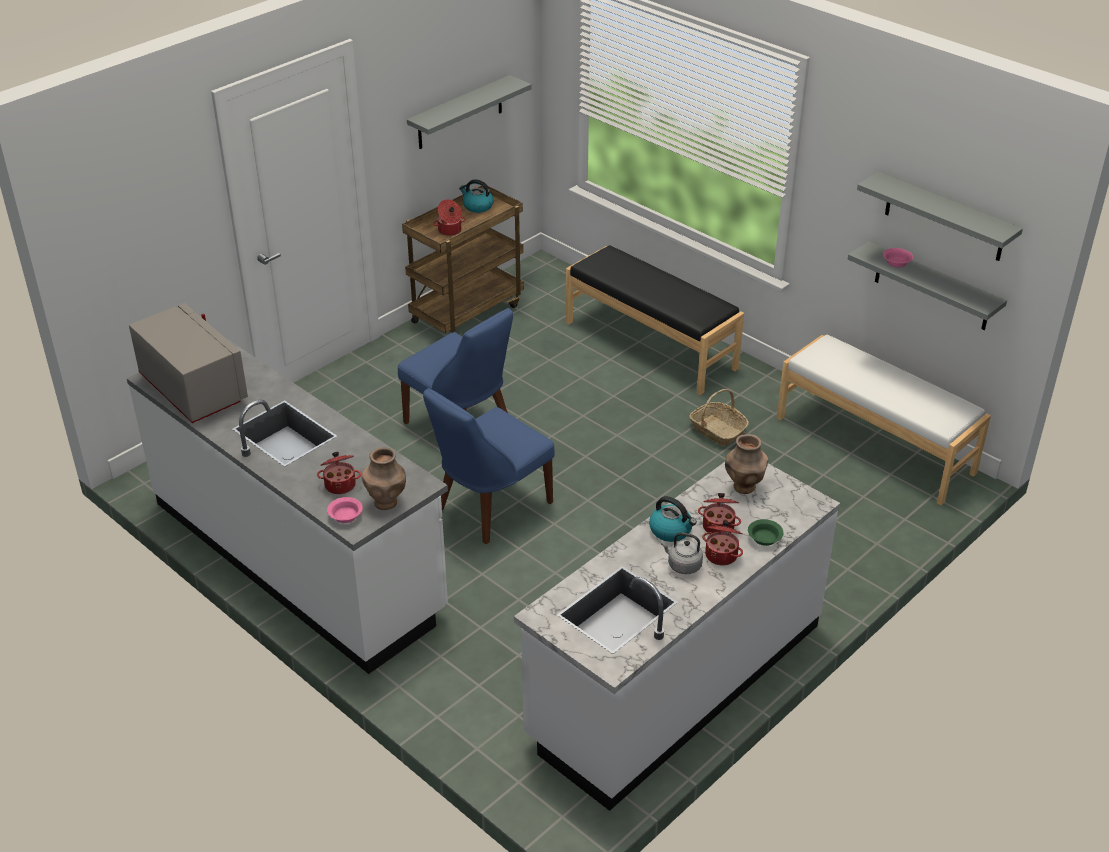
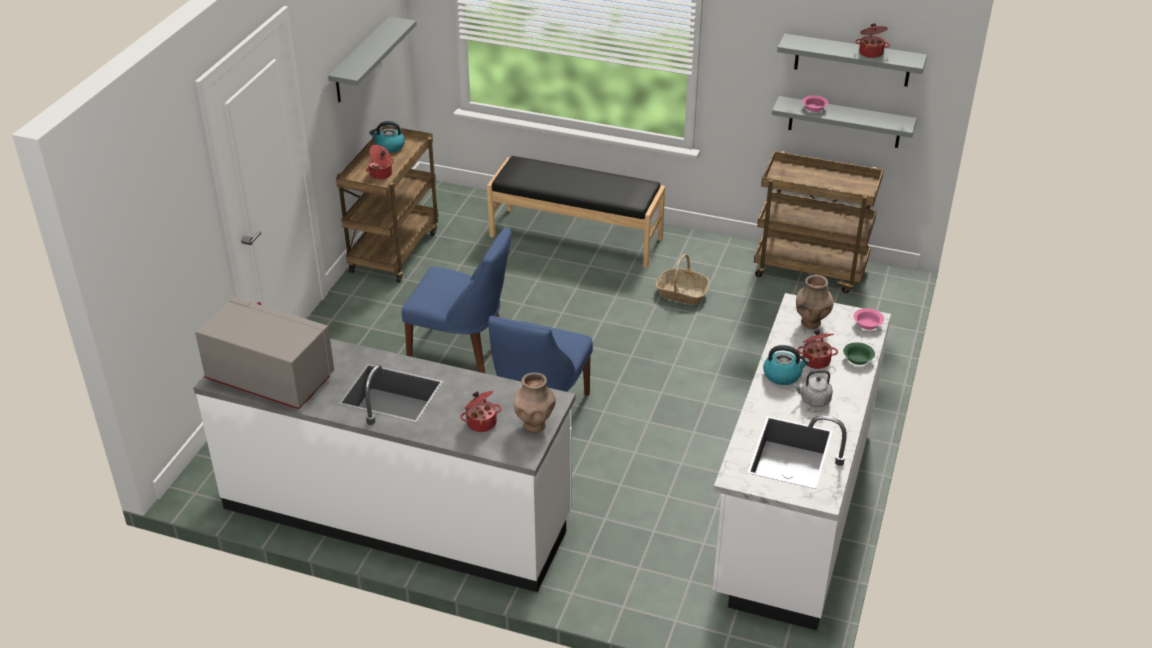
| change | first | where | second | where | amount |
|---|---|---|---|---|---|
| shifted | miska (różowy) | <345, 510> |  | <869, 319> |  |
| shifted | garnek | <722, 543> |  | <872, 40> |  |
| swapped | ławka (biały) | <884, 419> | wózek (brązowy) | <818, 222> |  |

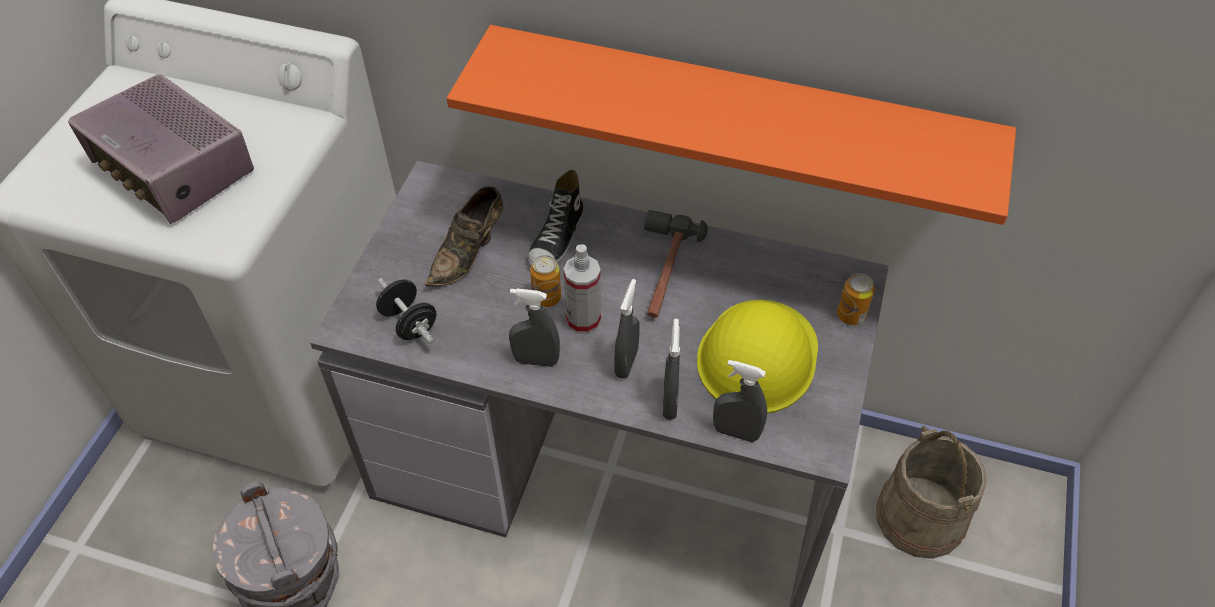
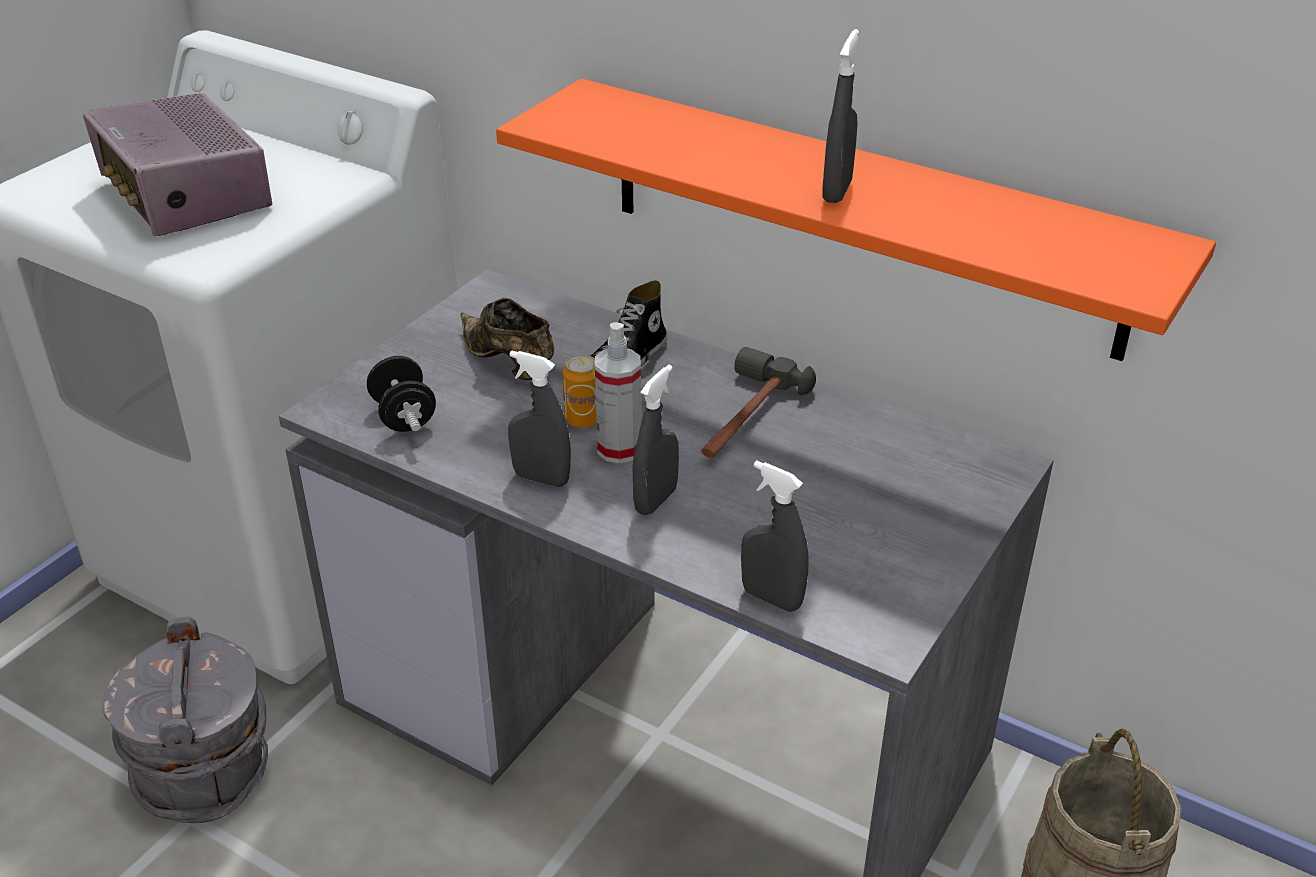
| change | first | where | second | where | amount |
|---|---|---|---|---|---|
| rotated | but (brązowy) | <464, 236> |  | <507, 339> | 90 degrees clockwise |
| shifted | spryskiwacz (szary) | <671, 369> |  | <840, 116> |  |
| gone | kask (żółty) | <757, 356> |  |  |  |
| gone | puszka | <856, 299> |  |  |  |

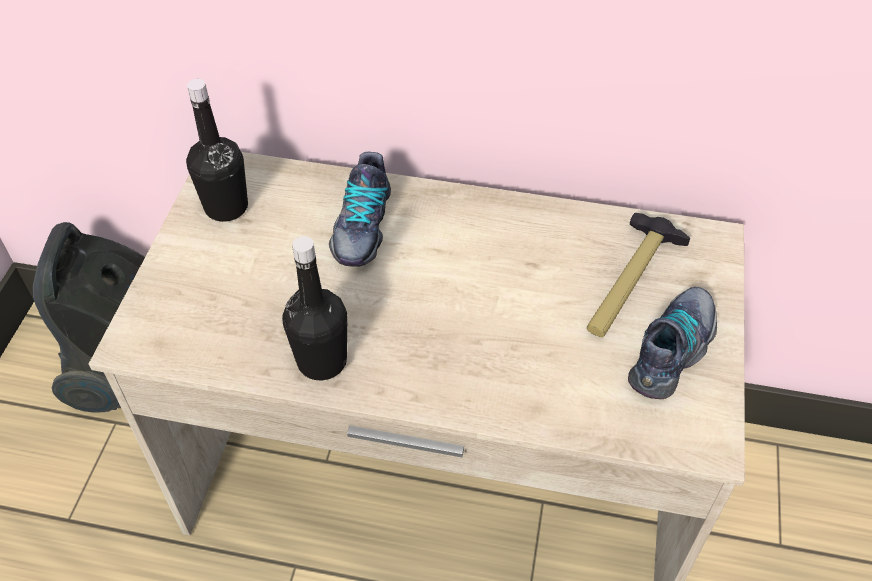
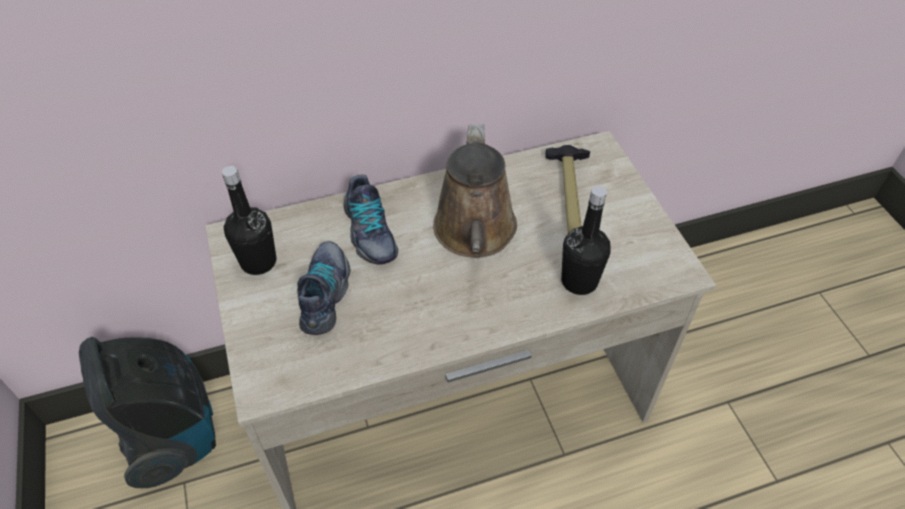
| change | first | where | second | where | amount |
|---|---|---|---|---|---|
| shifted | butelka (czarny) | <314, 308> |  | <586, 240> |  |
| shifted | but | <672, 343> |  | <324, 288> |  |
| new |  |  | konewka (brązowy) | <475, 191> |  |

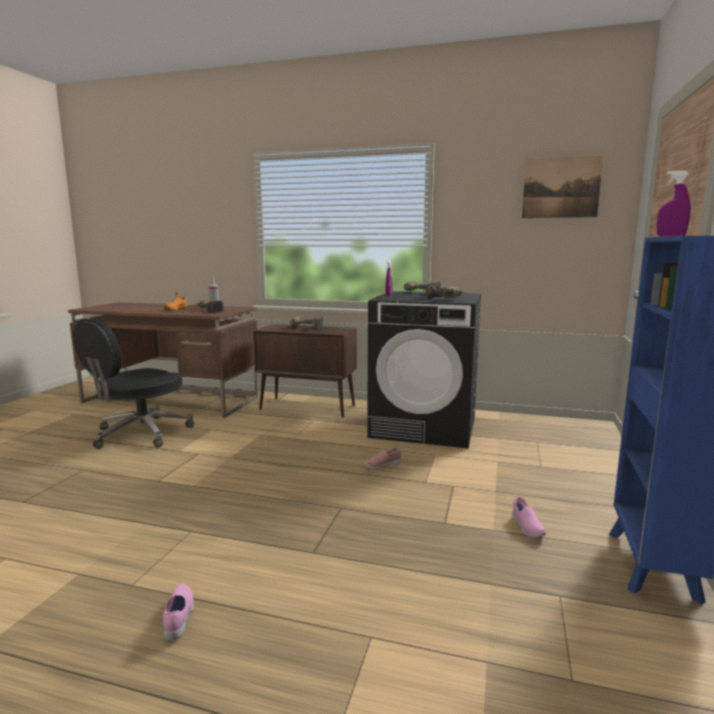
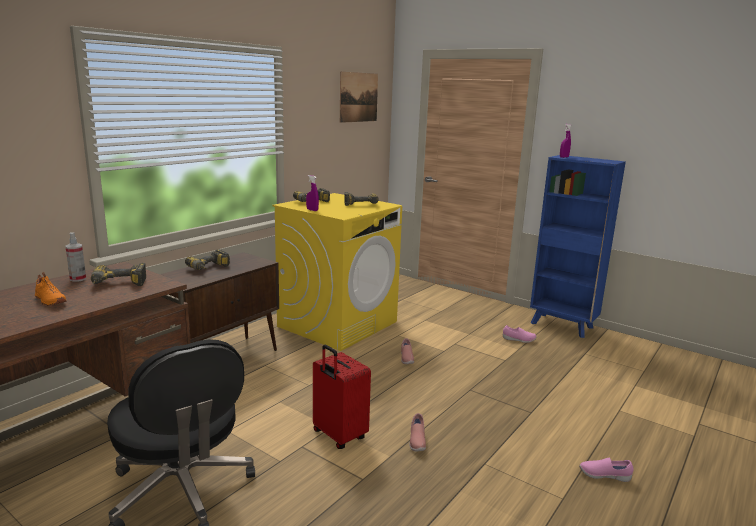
| change | first | where | second | where | amount |
|---|---|---|---|---|---|
| repainted | pralka (czarny) | <424, 369> | pralka (żółty) | <337, 272> |  |
| new |  |  | walizka (czerwony) | <342, 397> |  |
| new |  |  | but (różowy) | <417, 432> |  |

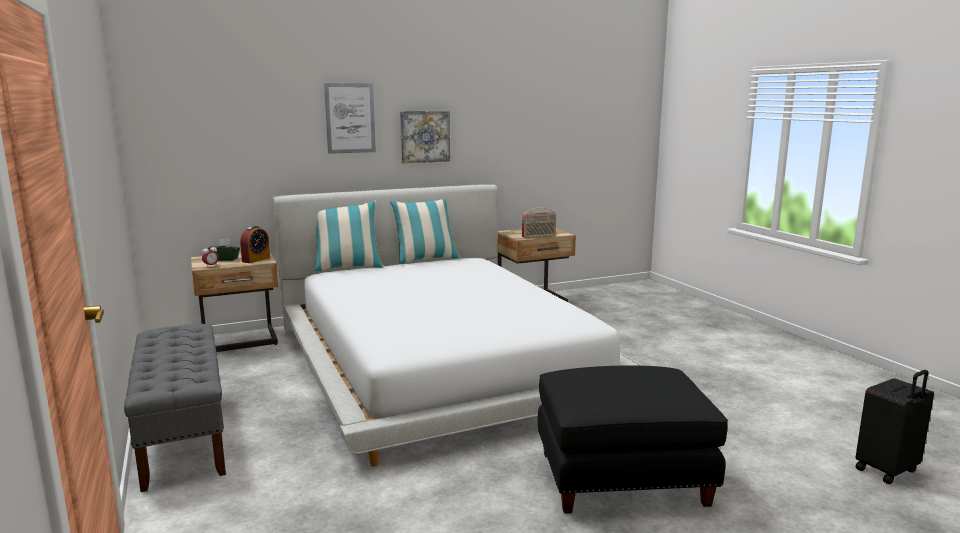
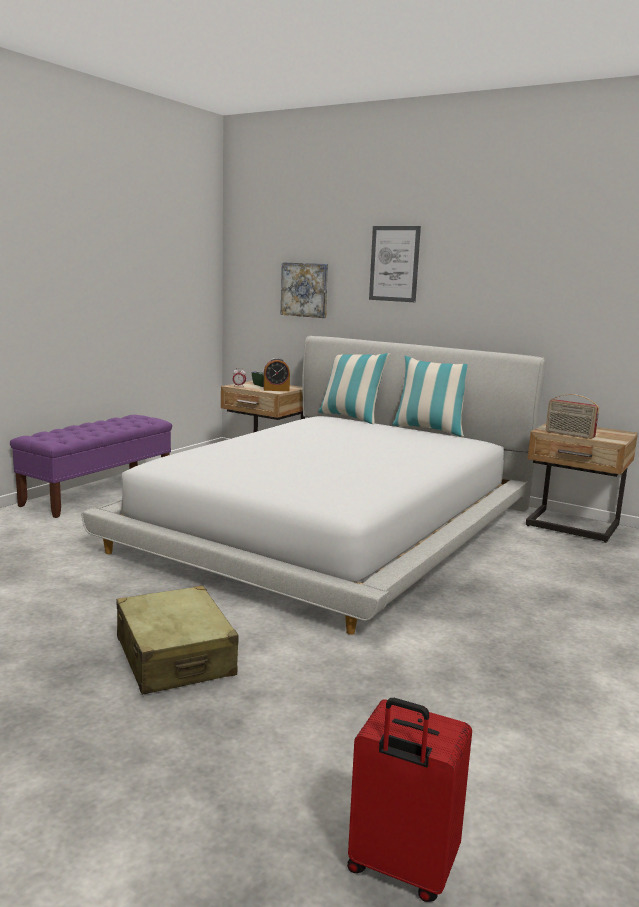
| change | first | where | second | where | amount |
|---|---|---|---|---|---|
| repainted | ławka (szary) | <175, 408> | ławka (fioletowy) | <91, 466> |  |
| shifted | obraz | <425, 137> |  | <304, 290> |  |
| swapped | pufa (czarny) | <633, 439> | walizka (beżowy) | <177, 640> |  |
| repainted | walizka (czarny) | <894, 427> | walizka (czerwony) | <409, 800> |  |

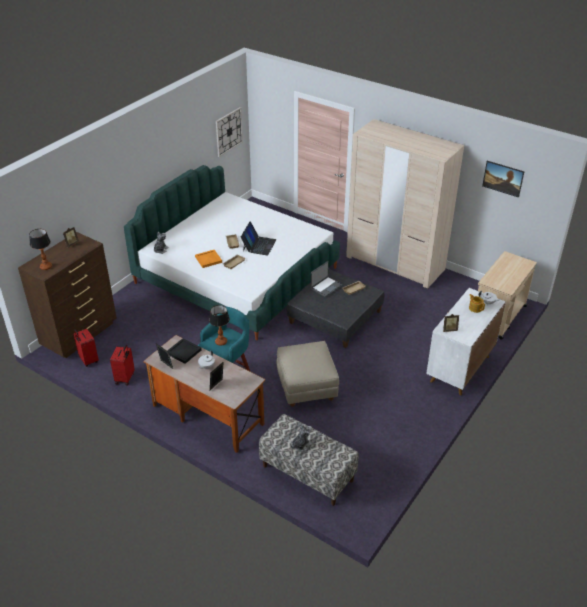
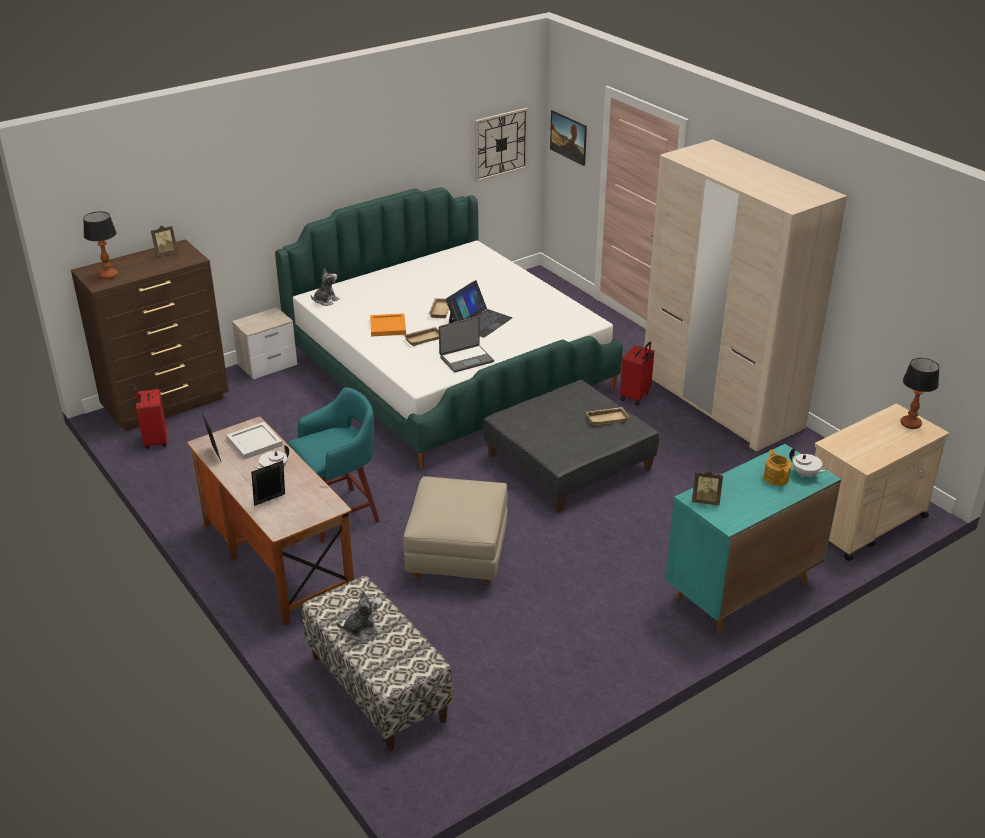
| change | first | where | second | where | amount |
|---|---|---|---|---|---|
| shifted | walizka (czerwony) | <122, 365> |  | <637, 373> |  |
| repainted | taca (czarny) | <184, 351> | taca (biały) | <255, 441> |  |
| shifted | lampa stołowa | <219, 325> |  | <919, 393> |  |
| shifted | laptop | <326, 279> |  | <466, 344> |  |
| repainted | szafka (biały) | <466, 342> | szafka (turkusowy) | <753, 539> |  |
| shifted | obraz | <503, 179> |  | <568, 138> |  |
| new |  |  | szafka nocna | <264, 343> |  |

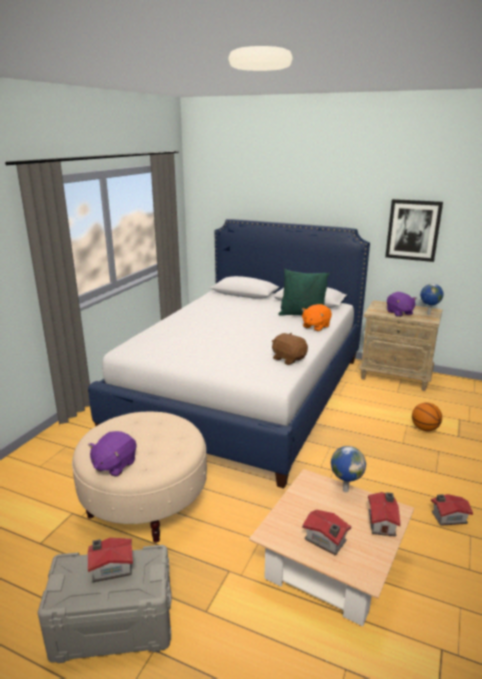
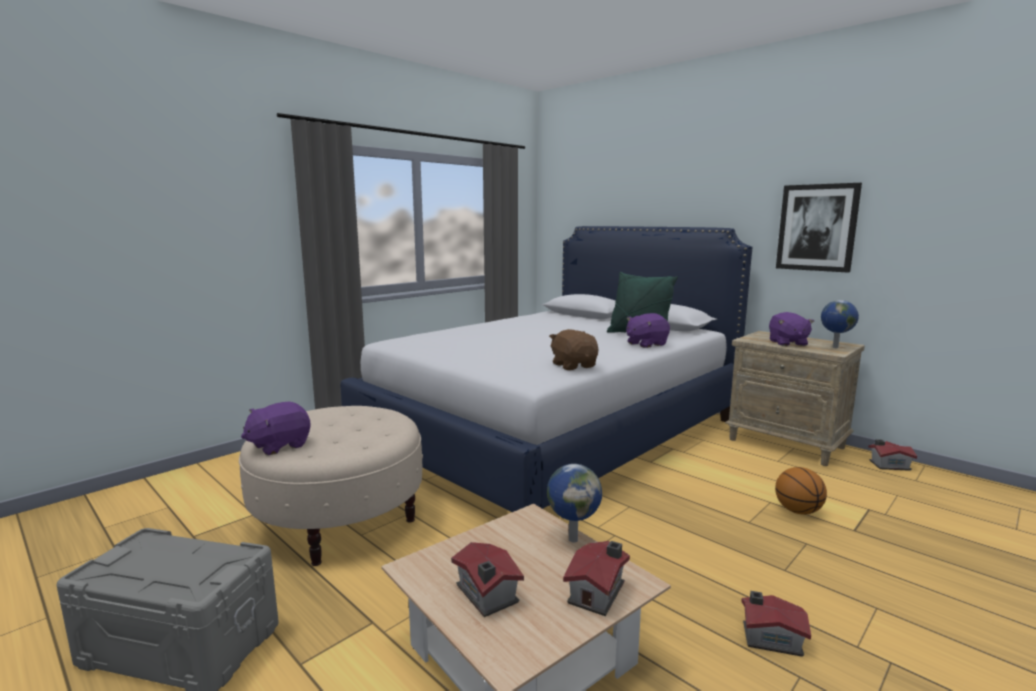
| change | first | where | second | where | amount |
|---|---|---|---|---|---|
| shifted | domek | <110, 560> |  | <892, 455> |  |
| repainted | pluszak (pomarańczowy) | <316, 317> | pluszak (fioletowy) | <648, 330> |  |

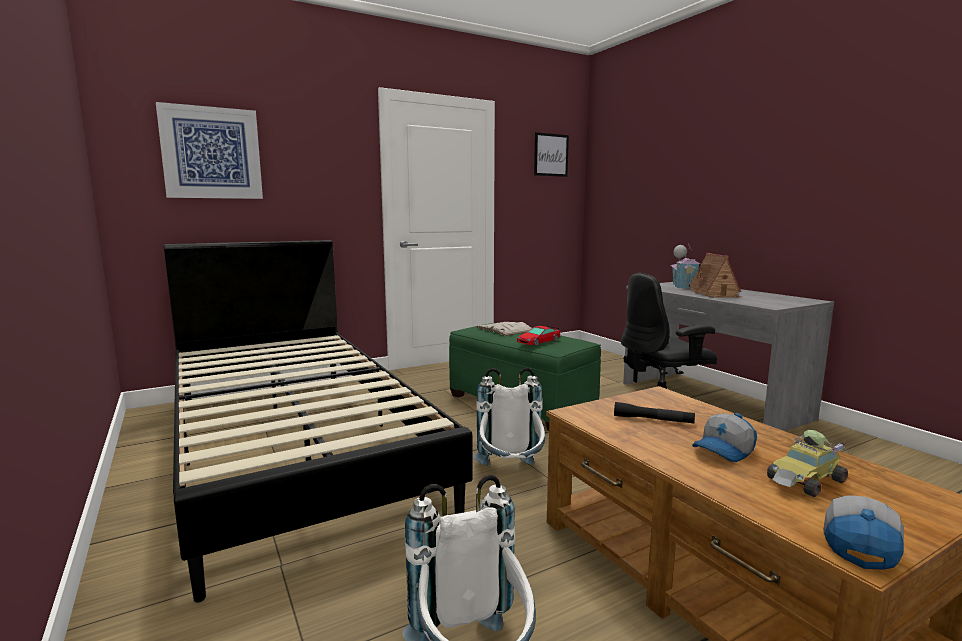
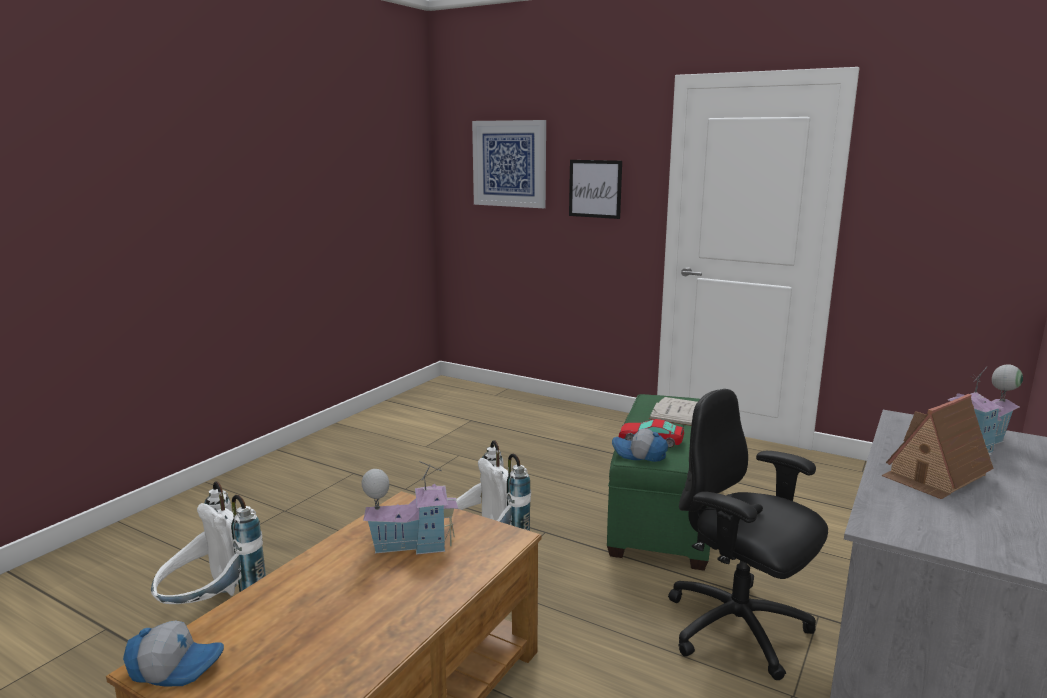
| change | first | where | second | where | amount |
|---|---|---|---|---|---|
| gone | łóżko (czarny) | <318, 421> |  |  |  |
| shifted | obraz | <551, 154> |  | <595, 189> |  |
| swapped | latarka (czarny) | <654, 413> | domek | <410, 508> |  |
| shifted | czapka z daszkiem | <724, 437> |  | <640, 445> |  |
| gone | samochodzik | <807, 463> |  |  |  |

